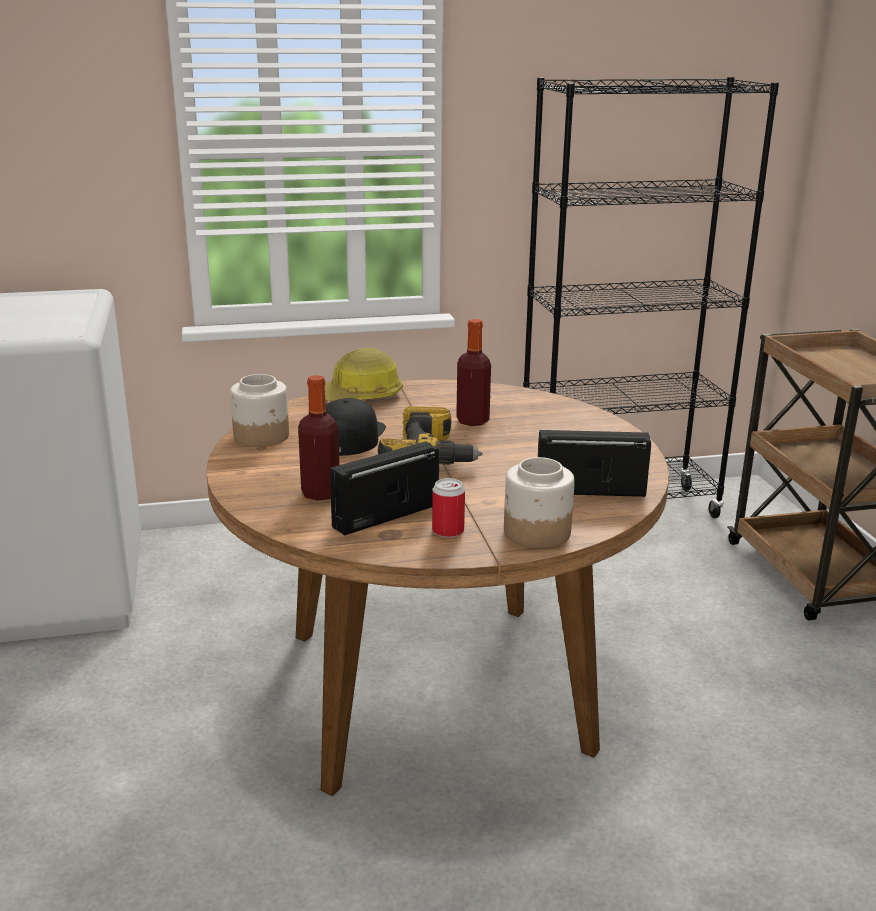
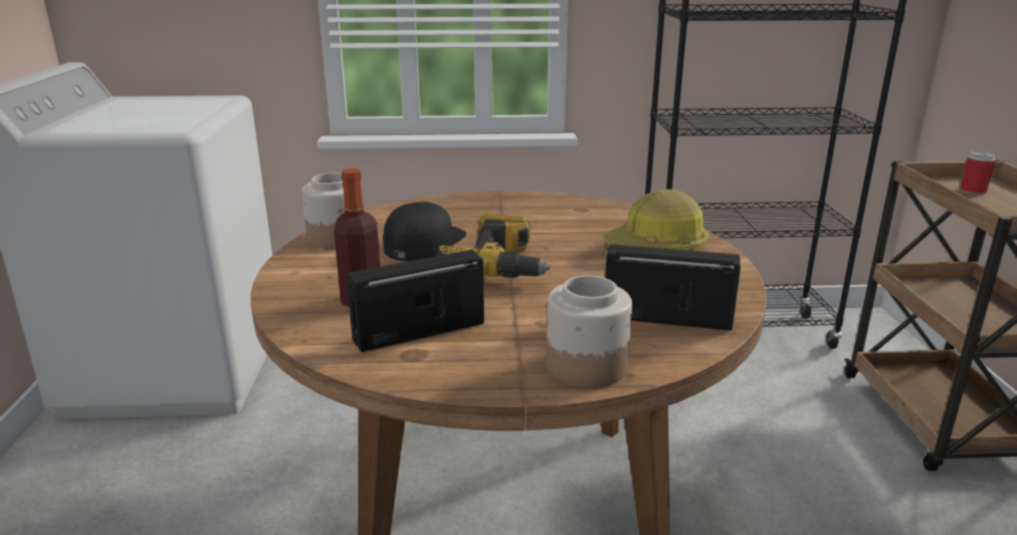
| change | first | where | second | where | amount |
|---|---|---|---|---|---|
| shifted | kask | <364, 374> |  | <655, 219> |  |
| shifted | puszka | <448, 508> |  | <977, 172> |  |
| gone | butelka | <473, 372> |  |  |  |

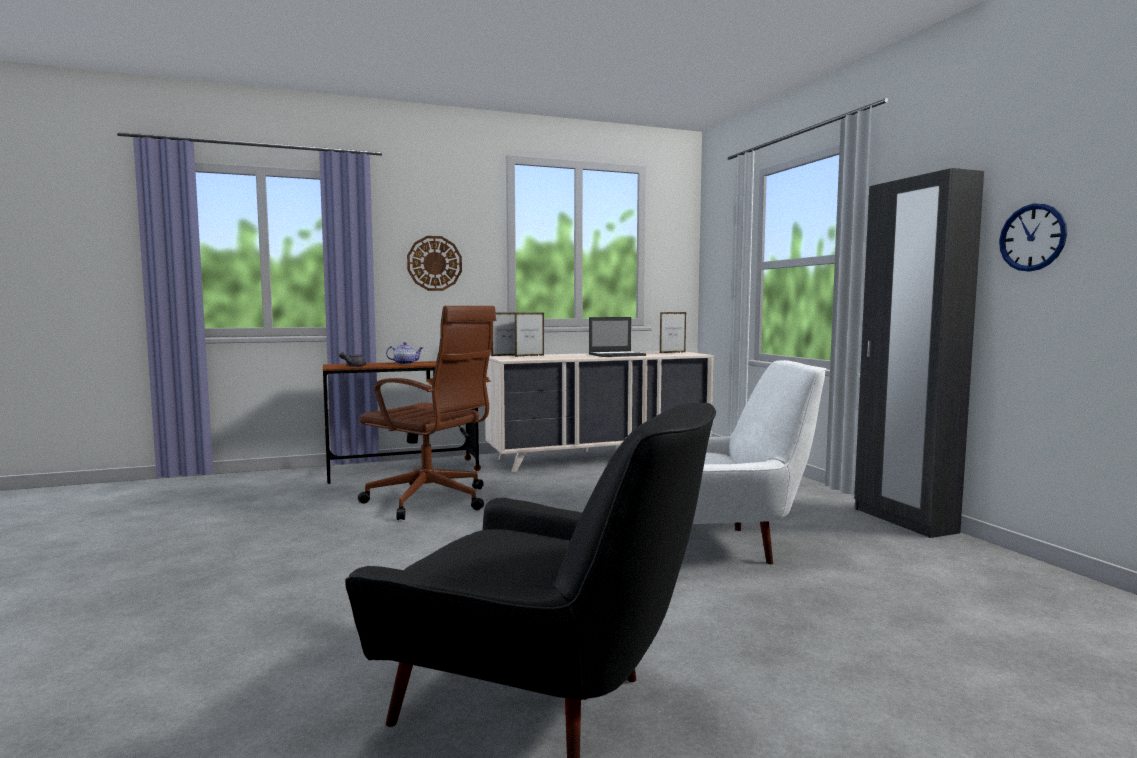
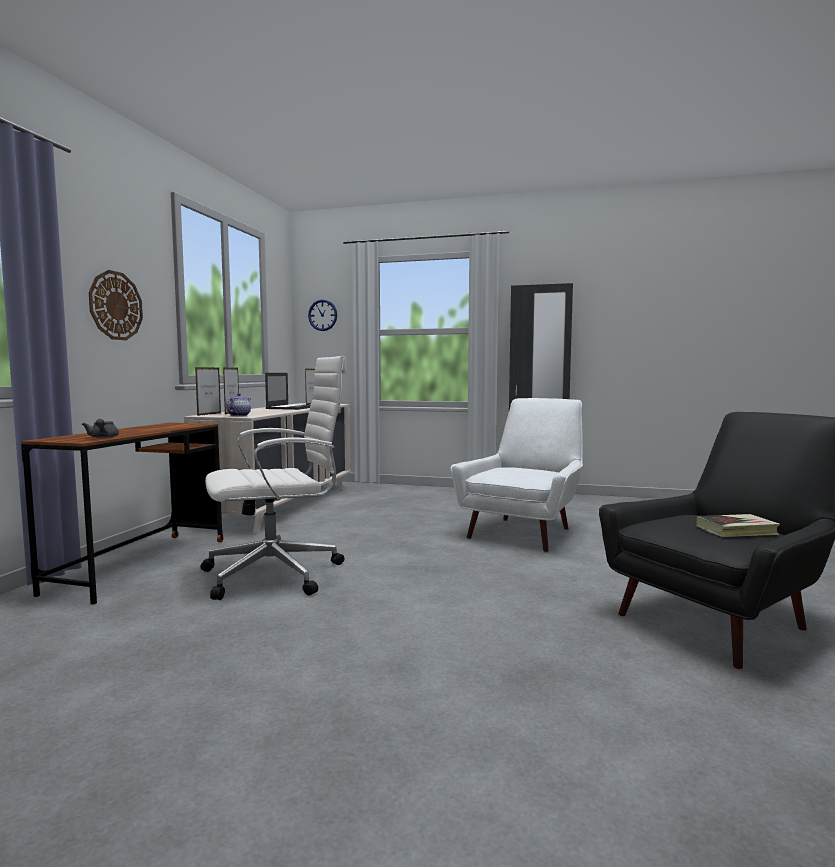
| change | first | where | second | where | amount |
|---|---|---|---|---|---|
| repainted | krzesło biurowe (brązowy) | <427, 413> | krzesło biurowe (biały) | <273, 478> |  |
| shifted | imbryk | <404, 353> |  | <238, 404> |  |
| shifted | zegar ścienny | <1033, 238> |  | <322, 315> |  |
| new |  |  | książka | <738, 525> |  |

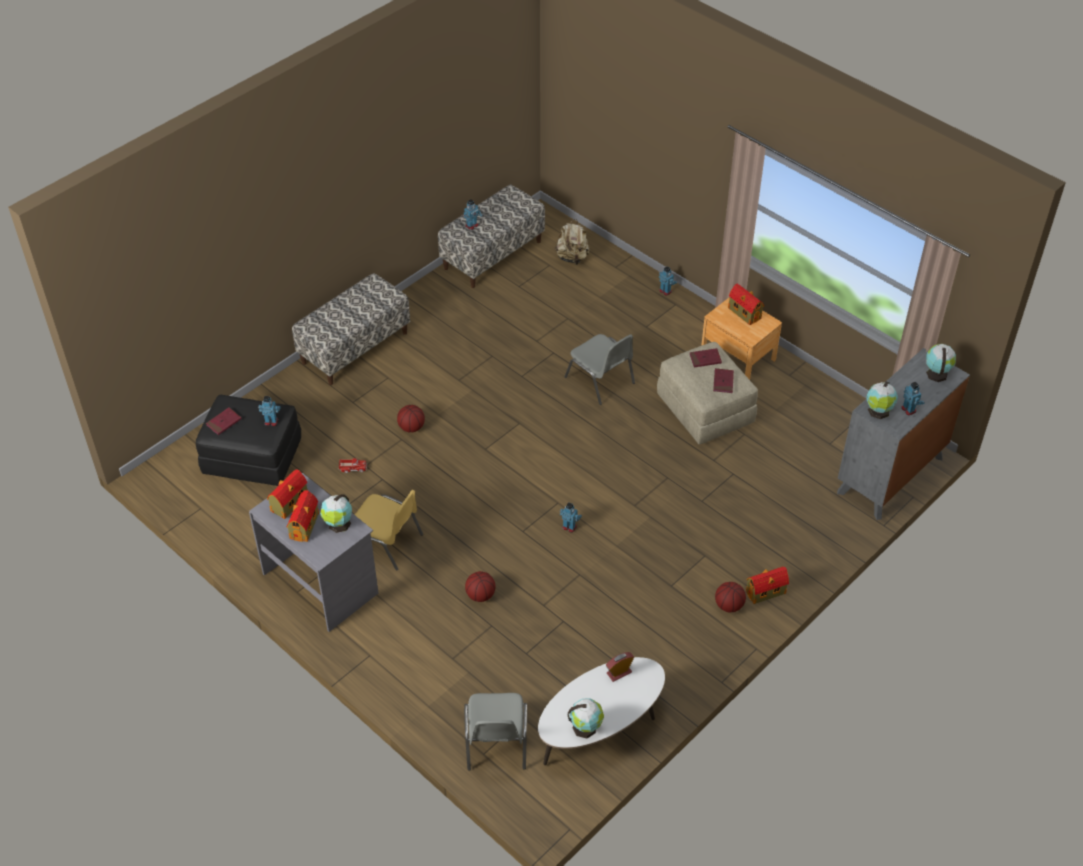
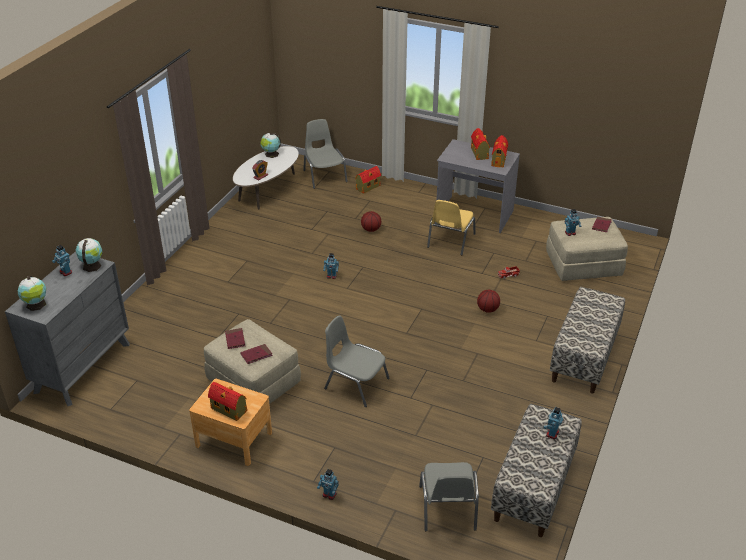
| change | first | where | second | where | amount |
|---|---|---|---|---|---|
| repainted | pufa (czarny) | <248, 440> | pufa (beżowy) | <587, 249> |  |
| gone | globus | <336, 513> |  |  |  |
| rotated | krzesło (żółty) | <389, 530> |  | <451, 227> | 75 degrees counterclockwise |
| swapped | plecak (beżowy) | <572, 242> | krzesło (szary) | <449, 496> |  |
| gone | piłka do koszykówki | <730, 597> |  |  |  |
| shifted | domek | <767, 585> |  | <368, 180> |  |

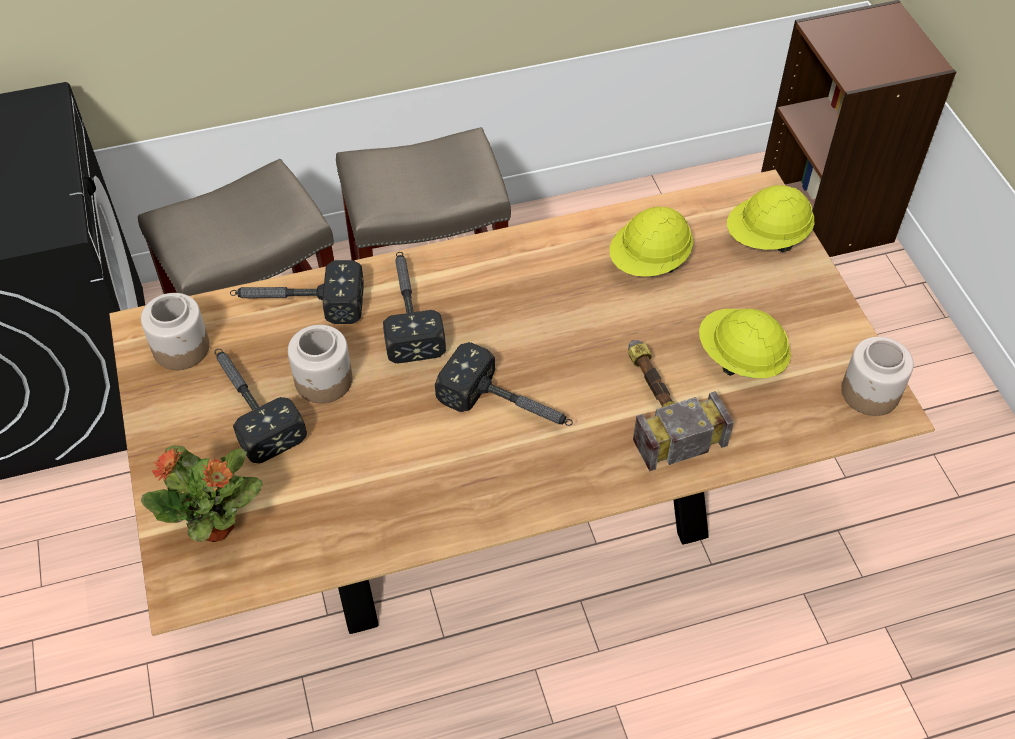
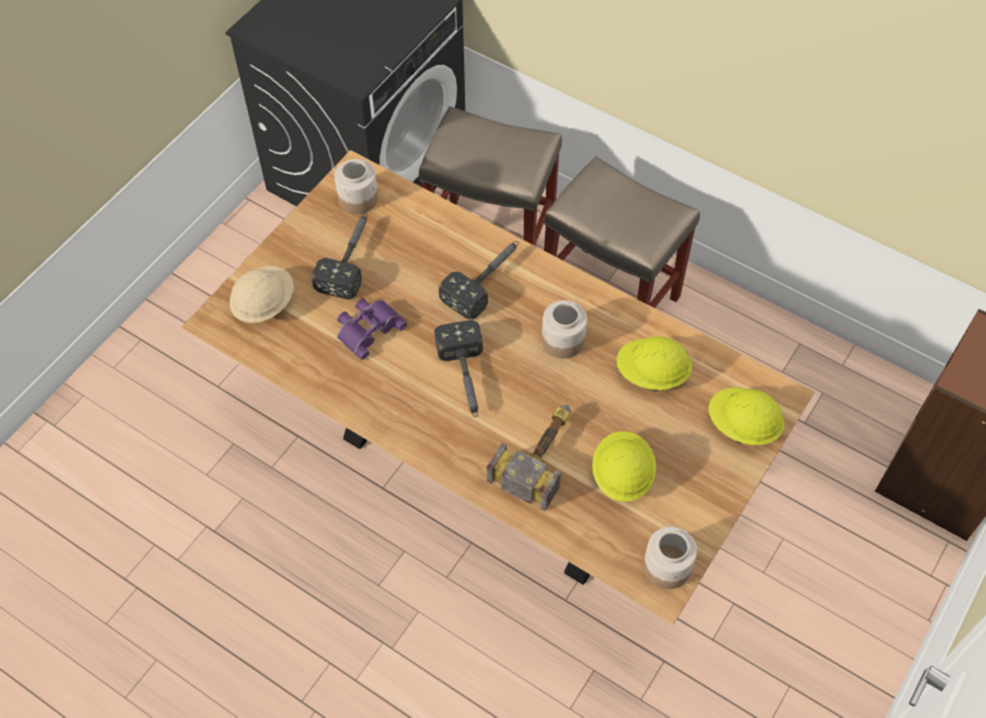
| change | first | where | second | where | amount |
|---|---|---|---|---|---|
| swapped | roślina doniczkowa | <202, 493> | kask (beżowy) | <261, 294> |  |
| gone | młotek | <297, 292> |  |  |  |
| shifted | słoik | <320, 364> |  | <564, 329> |  |
| new |  |  | lornetka (fioletowy) | <372, 329> |  |

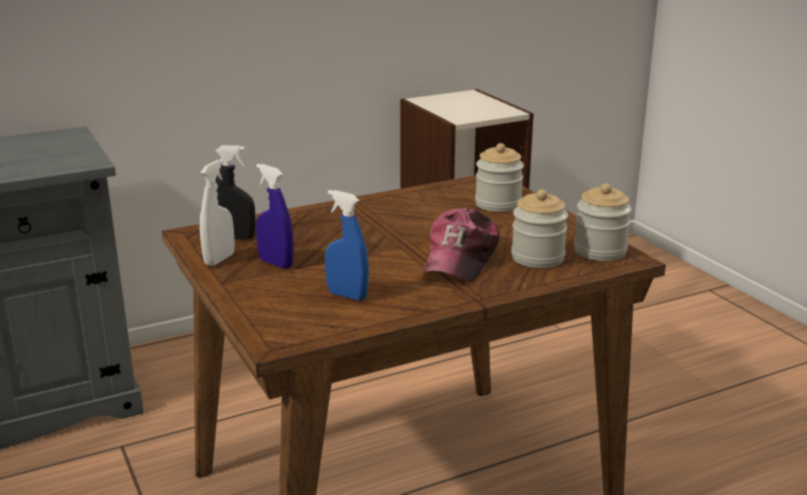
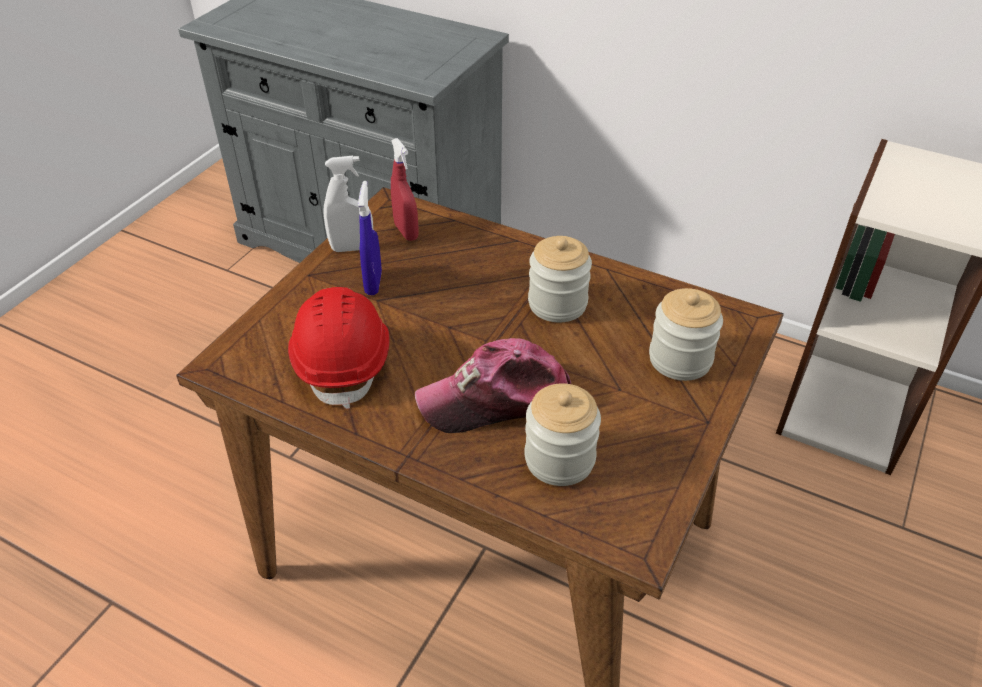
| change | first | where | second | where | amount |
|---|---|---|---|---|---|
| repainted | spryskiwacz (czarny) | <235, 192> | spryskiwacz (czerwony) | <405, 189> |  |
| swapped | spryskiwacz (niebieski) | <347, 245> | kask (czerwony) | <338, 348> |  |
| shifted | słoik | <603, 222> |  | <560, 279> |  |

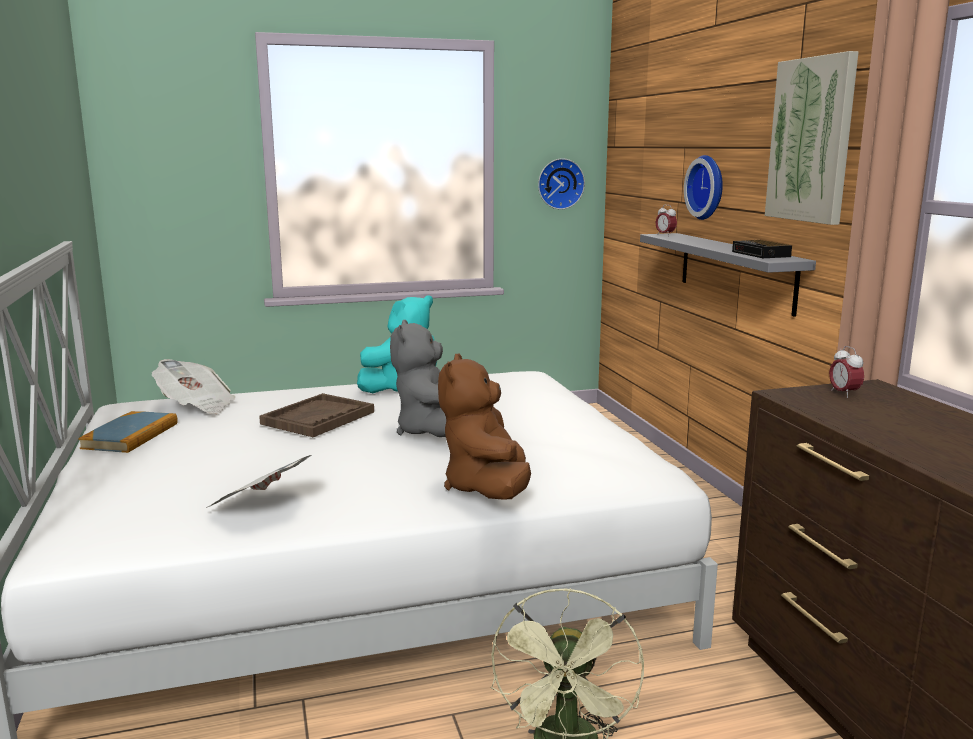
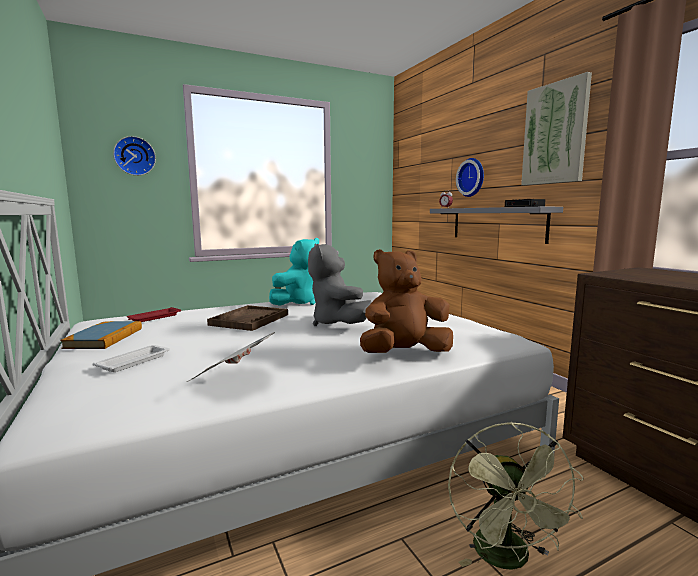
| change | first | where | second | where | amount |
|---|---|---|---|---|---|
| swapped | gazeta | <193, 386> | taca (czerwony) | <154, 314> |  |
| rotated | pluszak (brązowy) | <484, 426> |  | <406, 301> | 75 degrees clockwise |
| shifted | zegar ścienny | <561, 184> |  | <134, 156> |  |
| gone | budzik | <846, 372> |  |  |  |
| new |  |  | taca (biały) | <131, 358> |  |

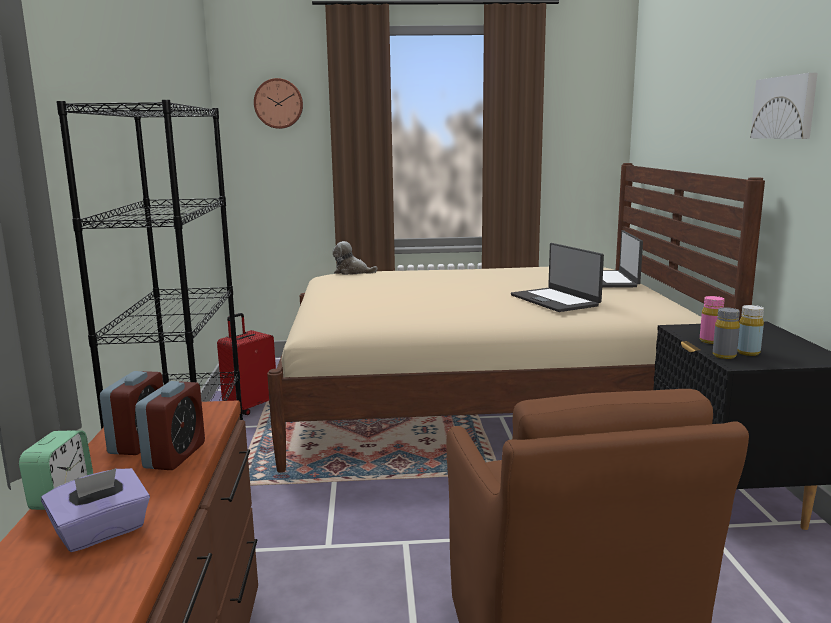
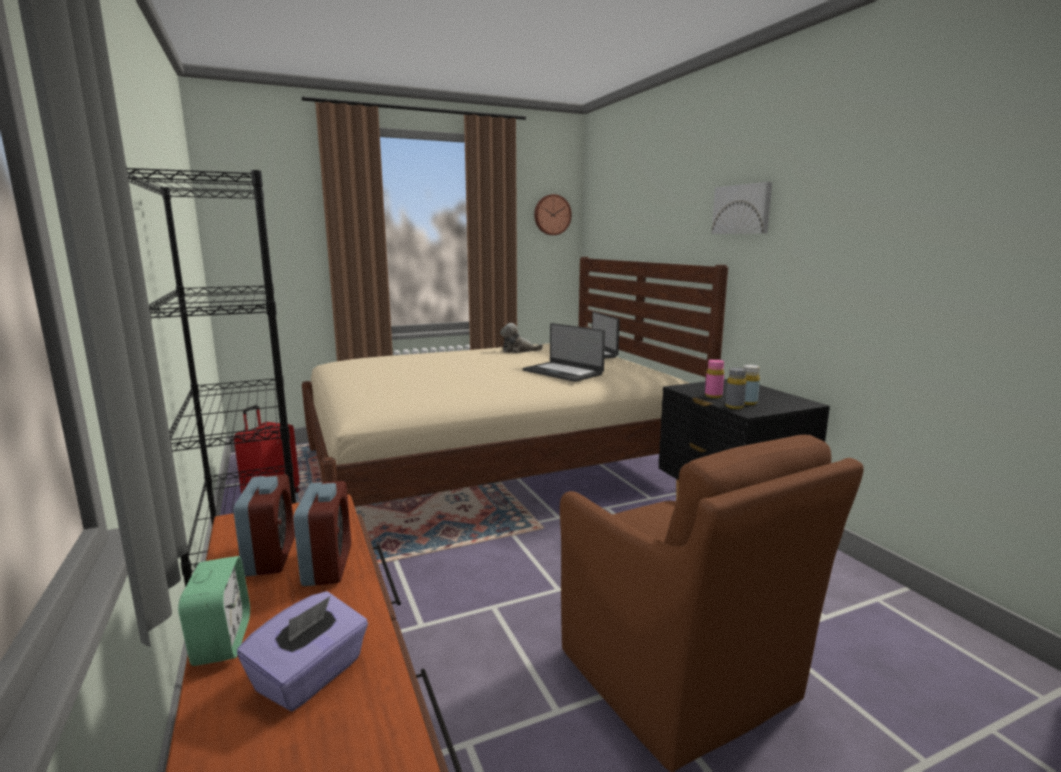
| change | first | where | second | where | amount |
|---|---|---|---|---|---|
| shifted | zegar ścienny | <278, 103> |  | <553, 214> |  |
| shifted | pluszak | <355, 258> |  | <521, 338> |  |

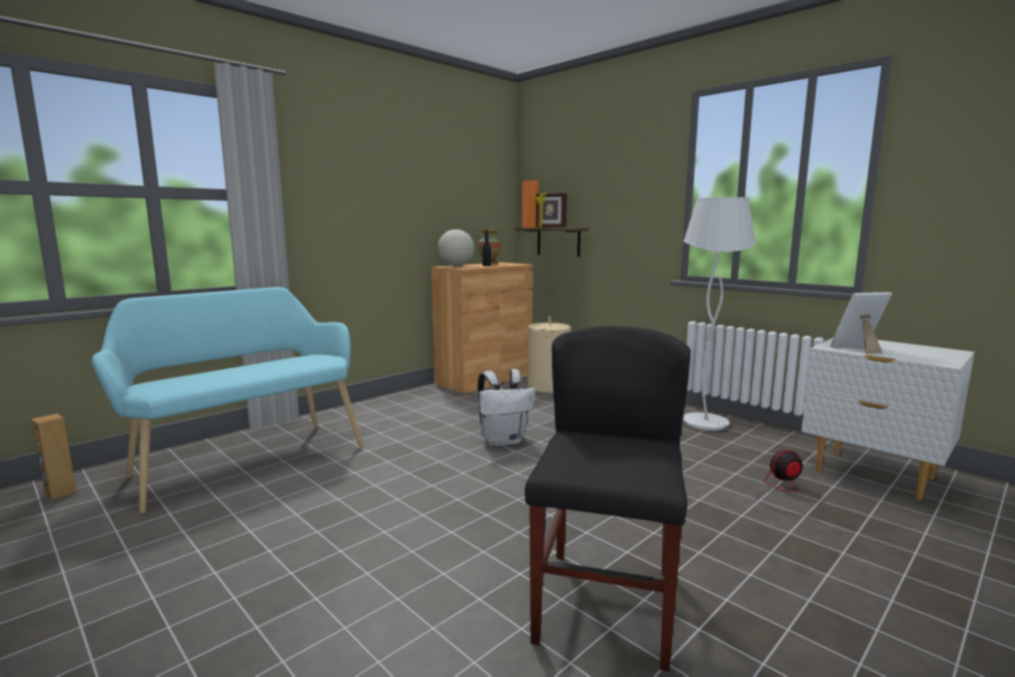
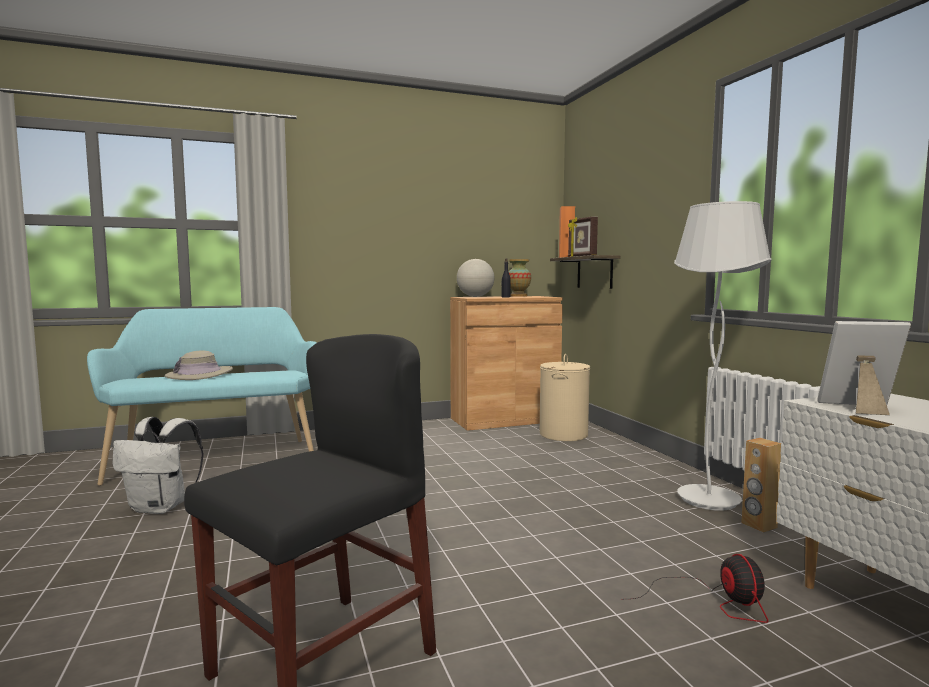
| change | first | where | second | where | amount |
|---|---|---|---|---|---|
| shifted | głośnik (brązowy) | <53, 456> |  | <761, 485> |  |
| shifted | plecak (biały) | <506, 408> |  | <158, 465> |  |
| rotated | wentylator | <789, 488> |  | <700, 588> | 75 degrees clockwise |
| new |  |  | kapelusz (beżowy) | <199, 365> |  |

